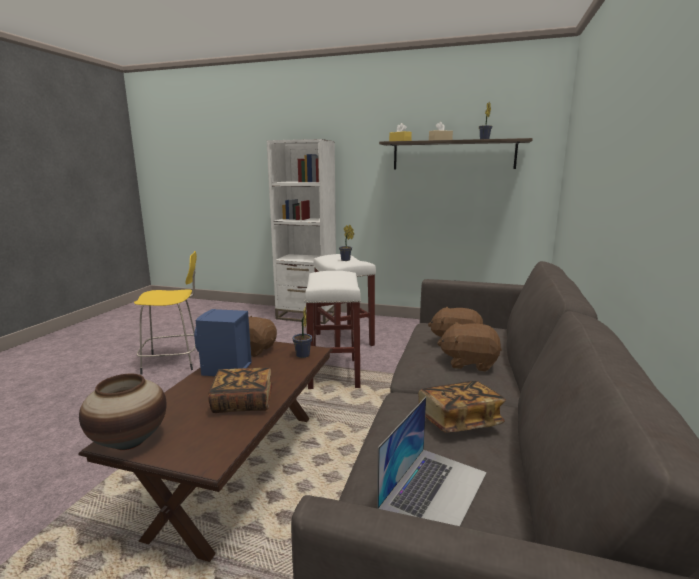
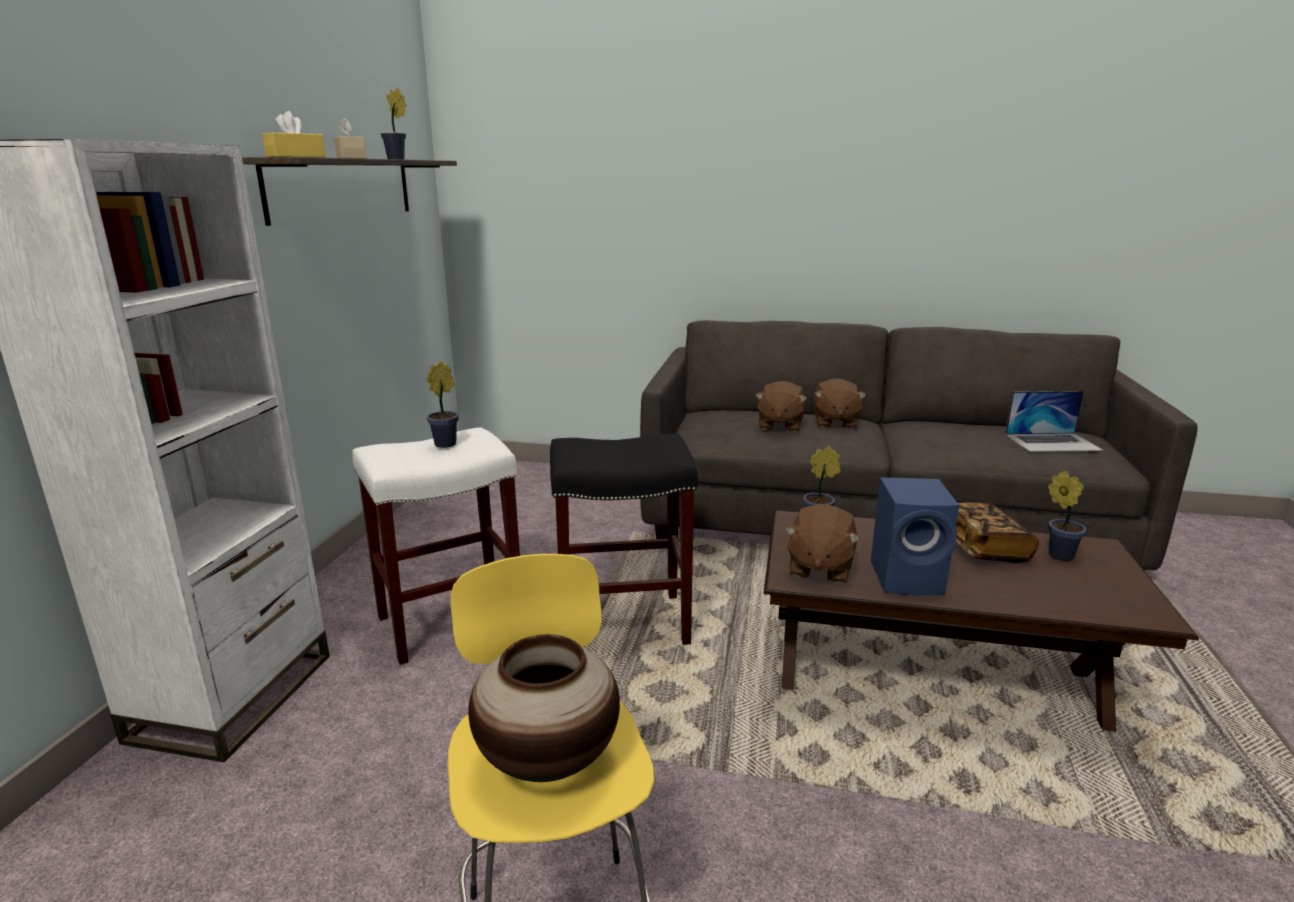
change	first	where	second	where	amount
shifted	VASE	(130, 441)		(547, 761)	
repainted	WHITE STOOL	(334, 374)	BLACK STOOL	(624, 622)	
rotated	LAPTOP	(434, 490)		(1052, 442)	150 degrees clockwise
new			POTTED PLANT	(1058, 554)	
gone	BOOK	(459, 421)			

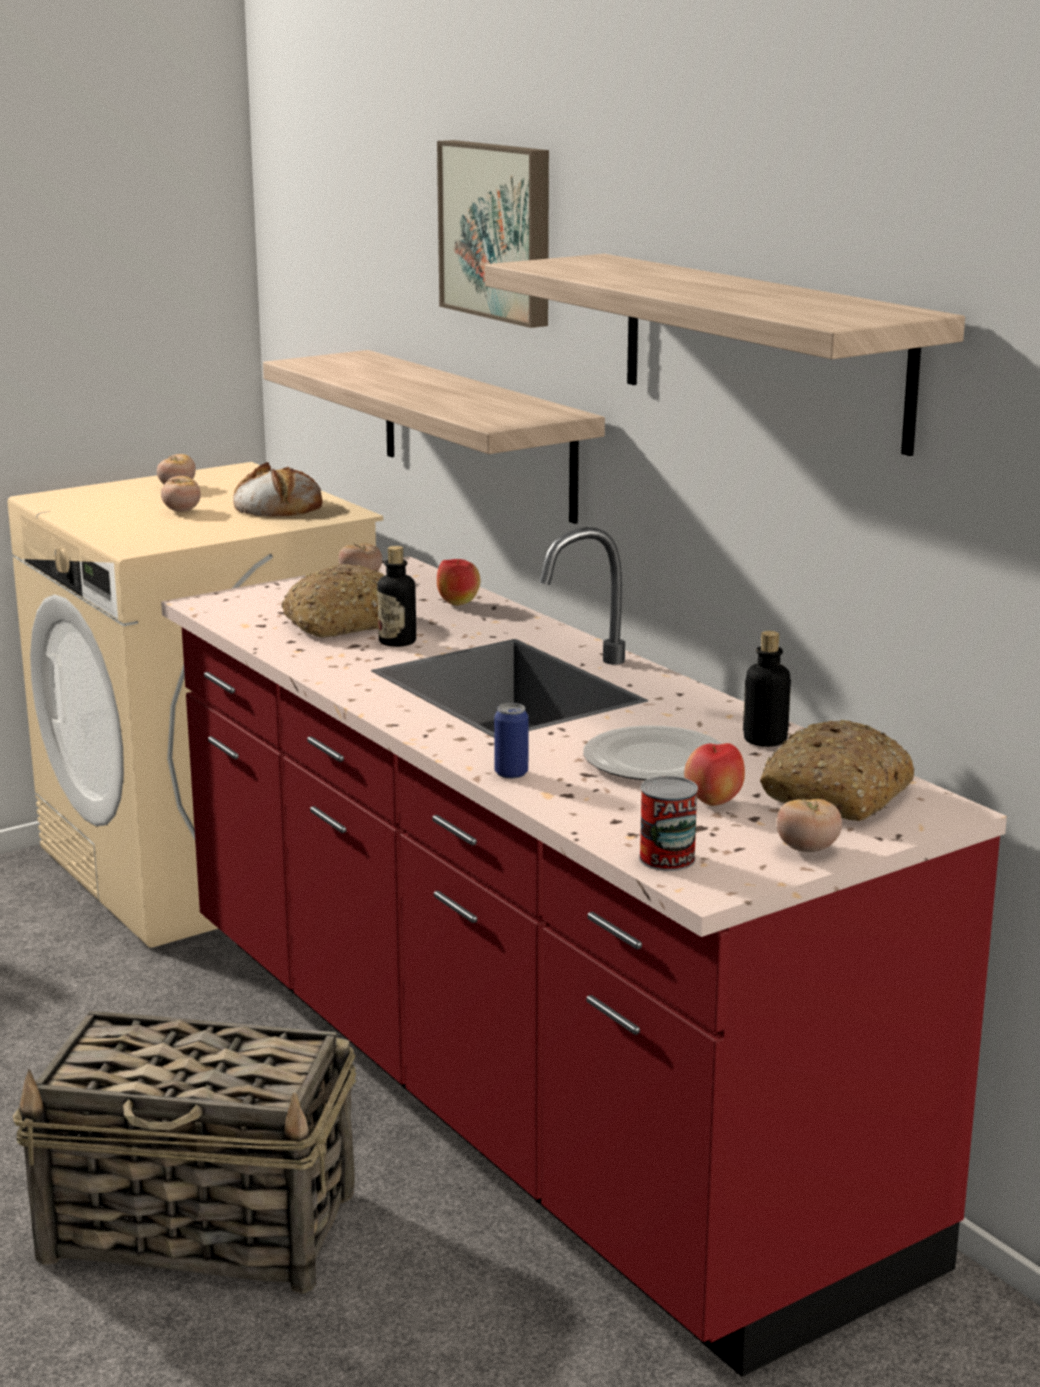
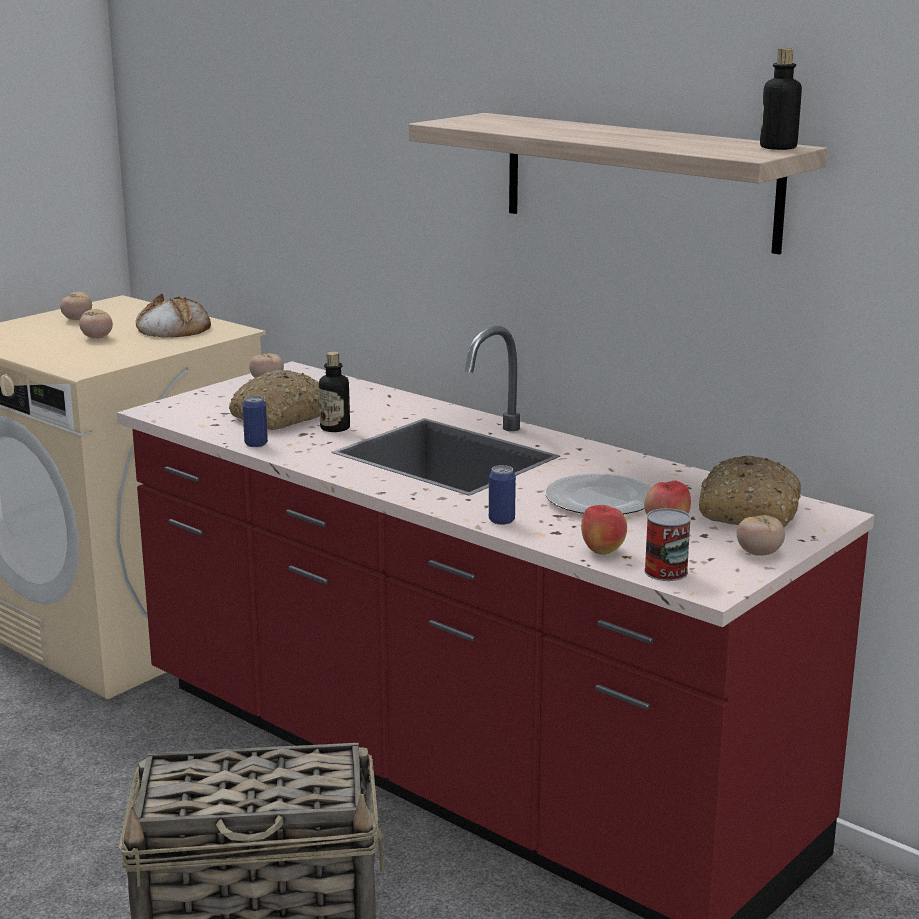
change	first	where	second	where	amount
new			CAN	(256, 444)	
shifted	APPLE	(458, 603)		(602, 551)	
shifted	BOTTLE	(765, 740)		(778, 147)	
gone	SHELF	(477, 434)			
gone	PICTURE	(500, 231)			

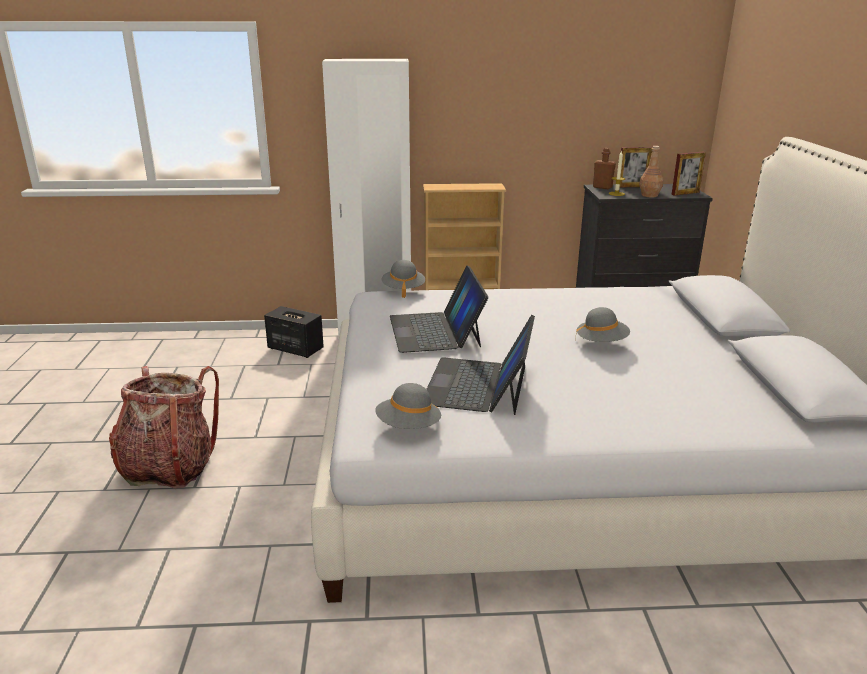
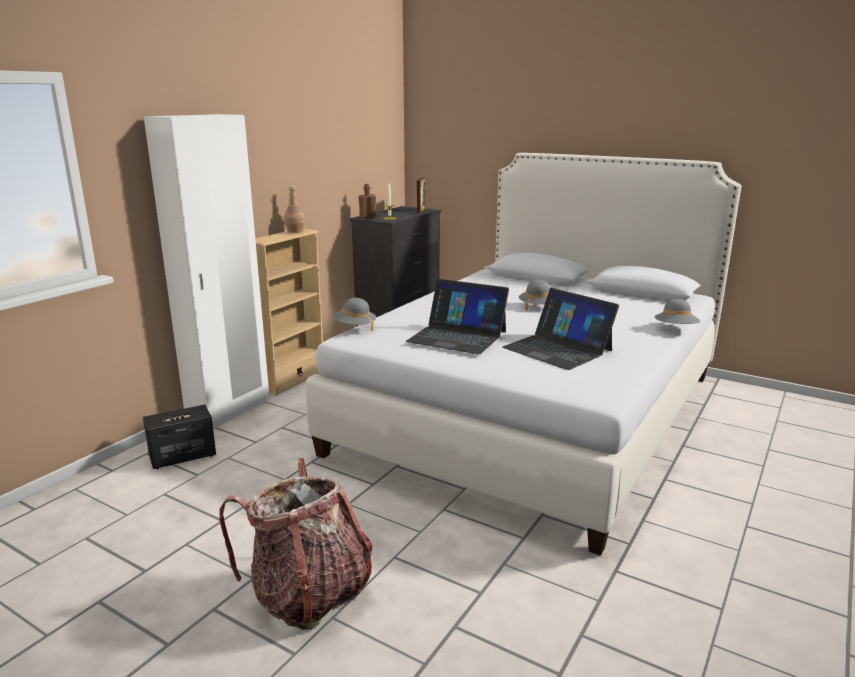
change	first	where	second	where	amount
shifted	BROWN BOTTLE	(649, 195)		(295, 231)	
shifted	GREY HAT	(408, 426)		(675, 329)	
gone	PICTURE FRAME	(632, 186)			

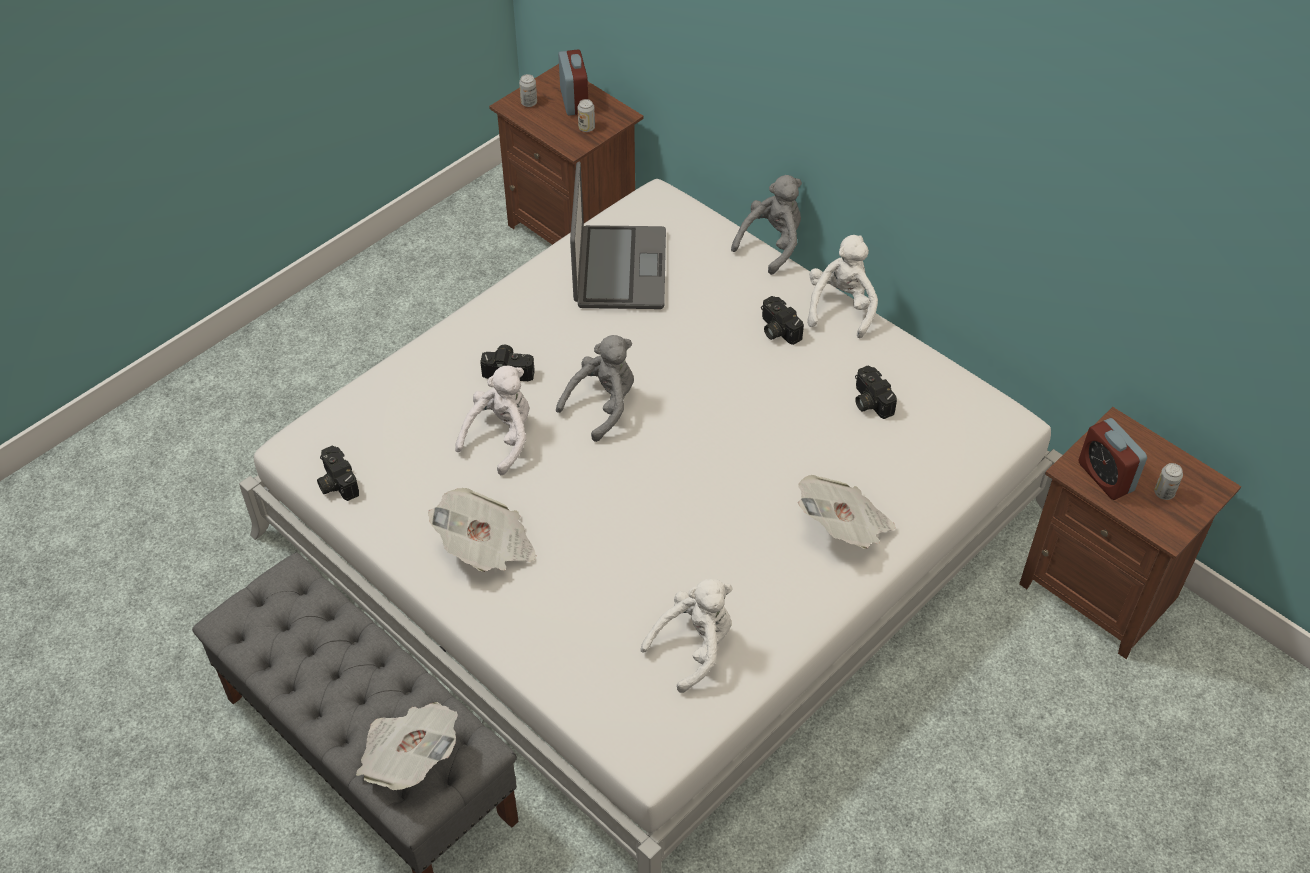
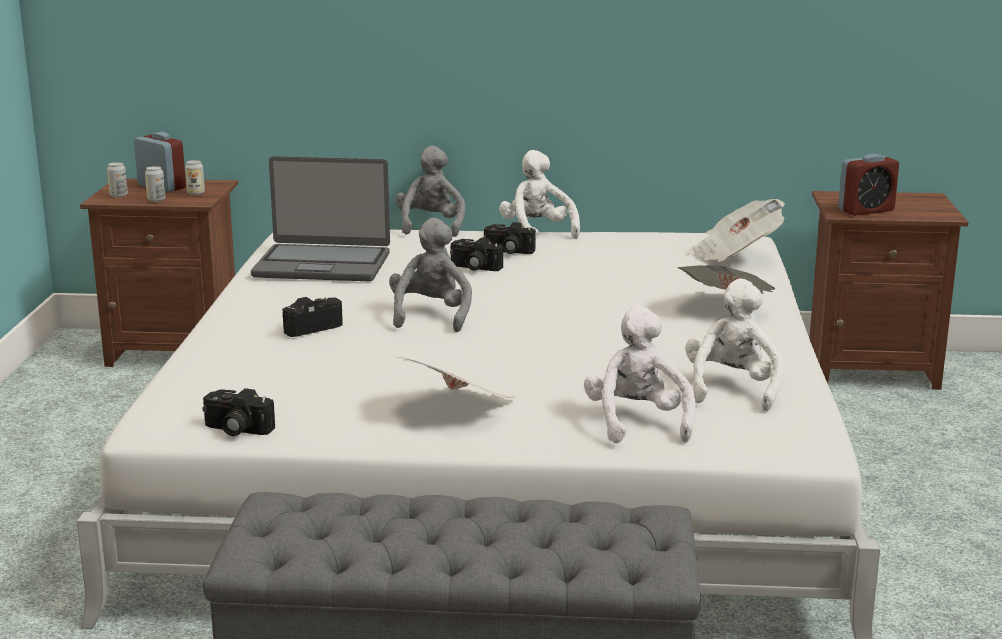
change	first	where	second	where	amount
shifted	CAN	(1164, 493)		(156, 200)	
rotated	LAPTOP	(619, 269)		(322, 265)	135 degrees clockwise
shifted	PHOTO CAMERA	(869, 401)		(474, 268)	
shifted	WHITE PLUSH TOY	(501, 437)		(637, 423)	
shifted	NEWSPAPER	(409, 757)		(734, 254)	
rotated	ALARM CLOCK	(1105, 477)		(866, 210)	45 degrees counterclockwise

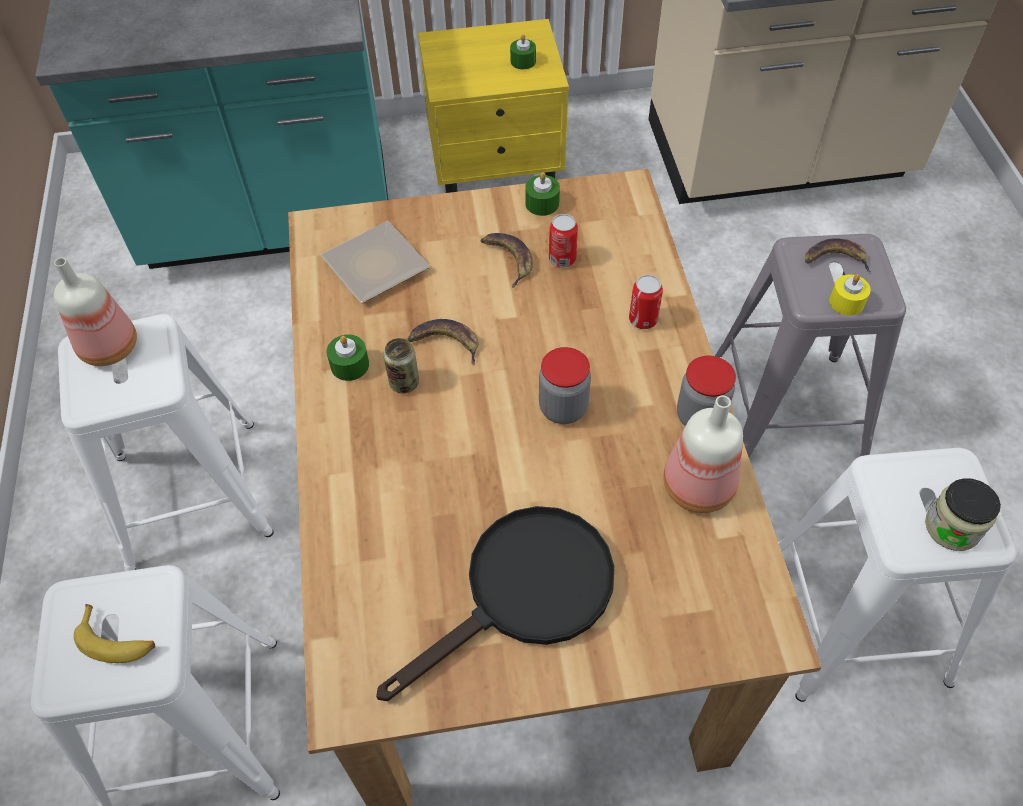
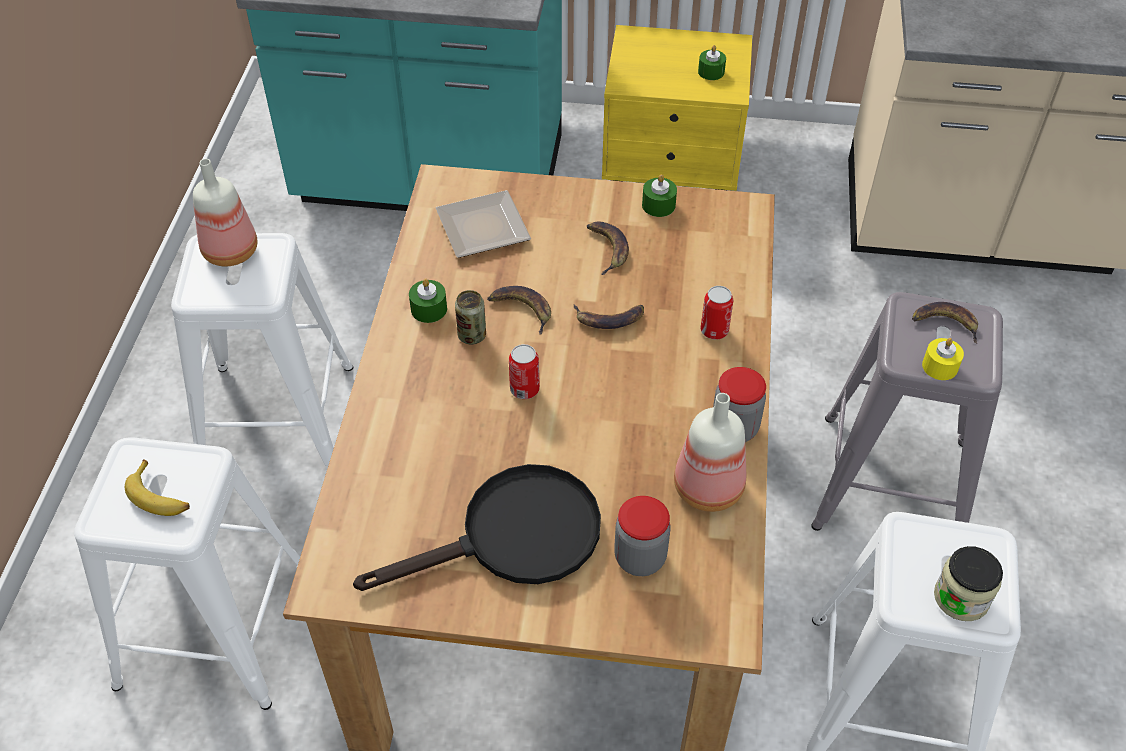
change	first	where	second	where	amount
shifted	CAN	(562, 259)		(524, 389)	
new			BANANA	(609, 319)	
shifted	JAR	(563, 408)		(640, 558)	

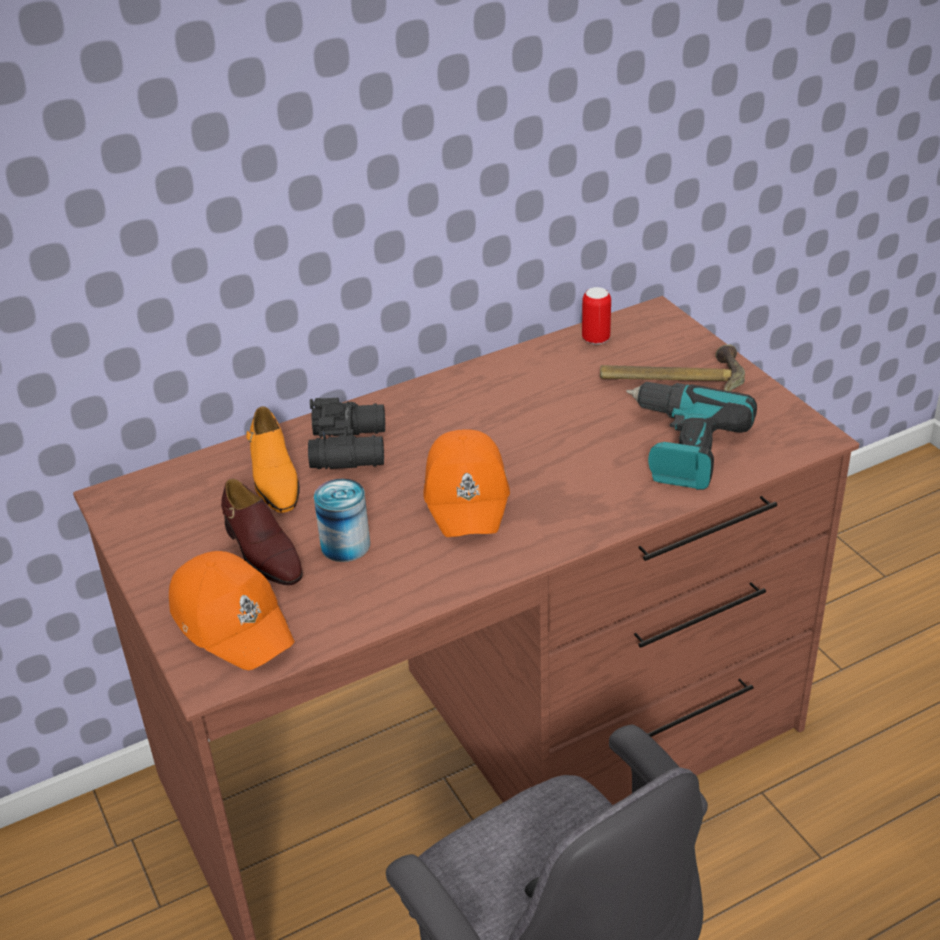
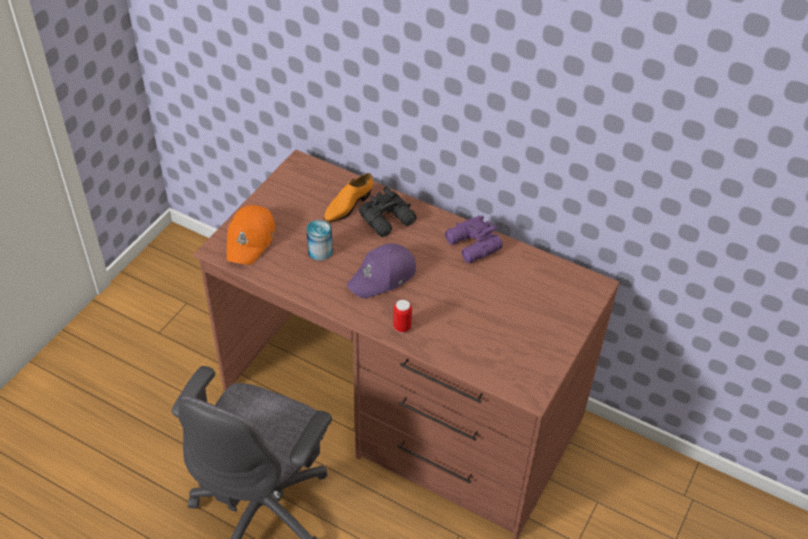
change	first	where	second	where	amount
repainted	ORANGE CAP	(468, 495)	PURPLE CAP	(383, 277)	
shifted	CAN	(596, 339)		(402, 327)	
new			PURPLE BINOCULARS	(472, 246)	
gone	BROWN SHOE	(262, 552)			
gone	HAMMER	(671, 378)			
gone	POWER DRILL	(680, 446)			

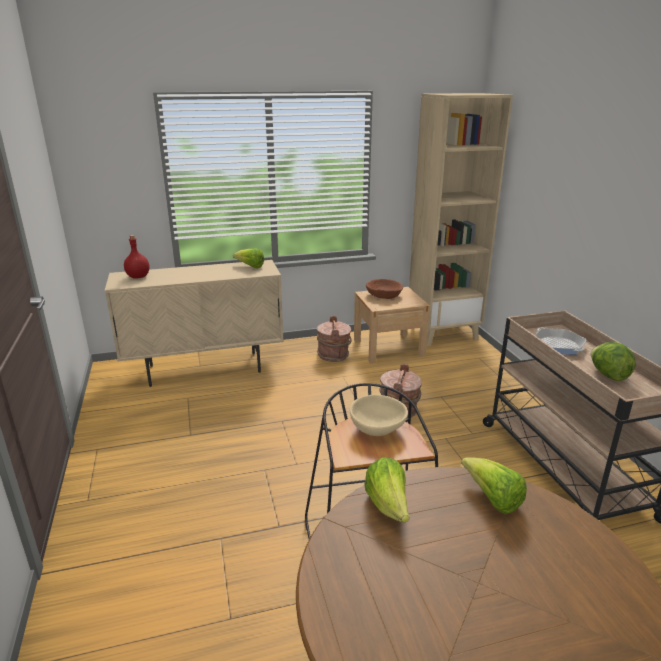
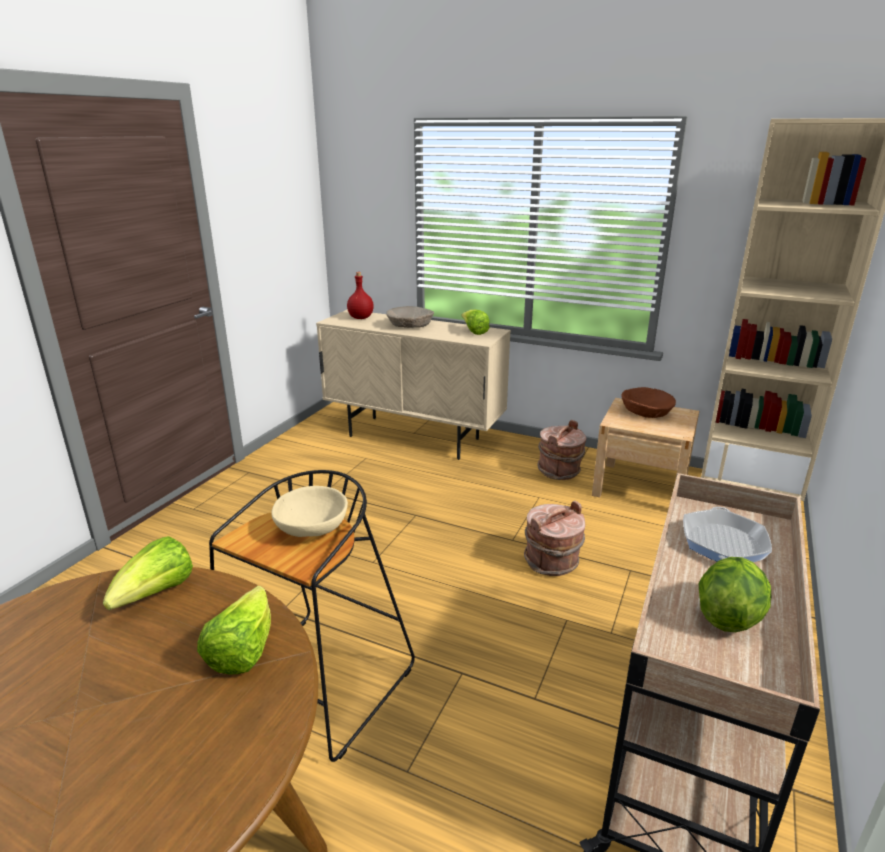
change	first	where	second	where	amount
new			BEIGE BOWL	(410, 325)	

